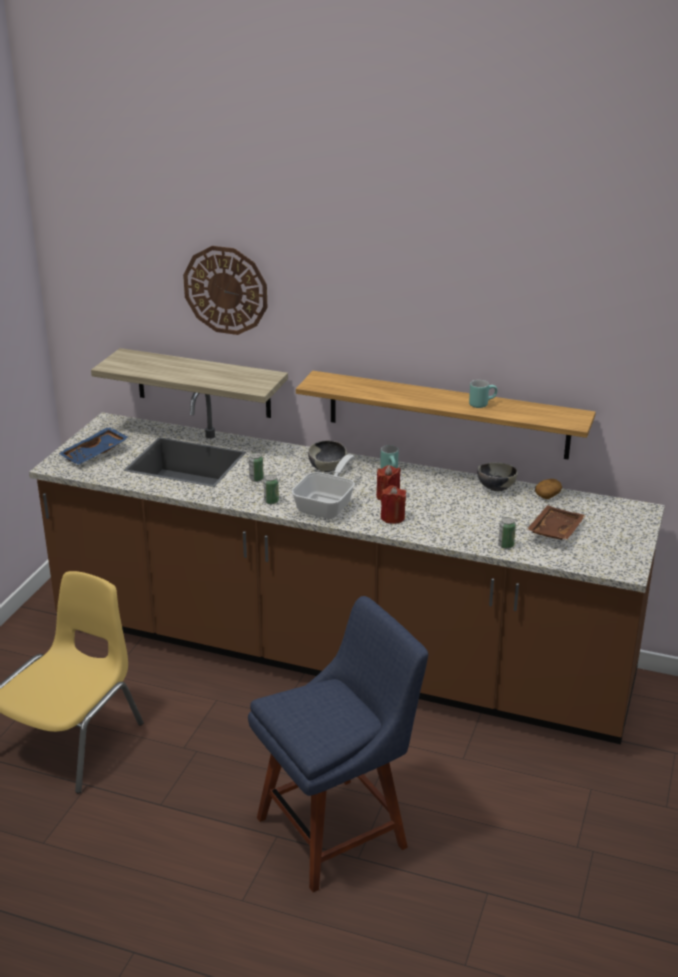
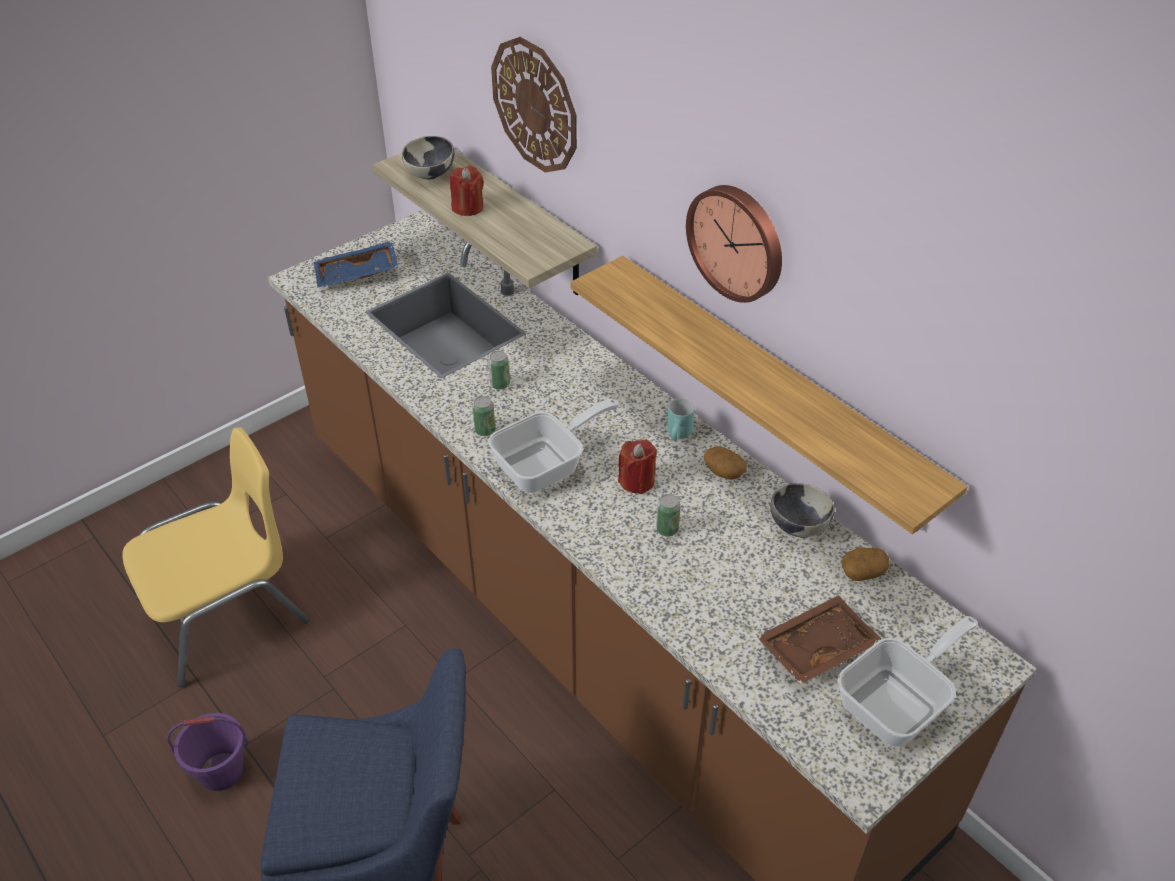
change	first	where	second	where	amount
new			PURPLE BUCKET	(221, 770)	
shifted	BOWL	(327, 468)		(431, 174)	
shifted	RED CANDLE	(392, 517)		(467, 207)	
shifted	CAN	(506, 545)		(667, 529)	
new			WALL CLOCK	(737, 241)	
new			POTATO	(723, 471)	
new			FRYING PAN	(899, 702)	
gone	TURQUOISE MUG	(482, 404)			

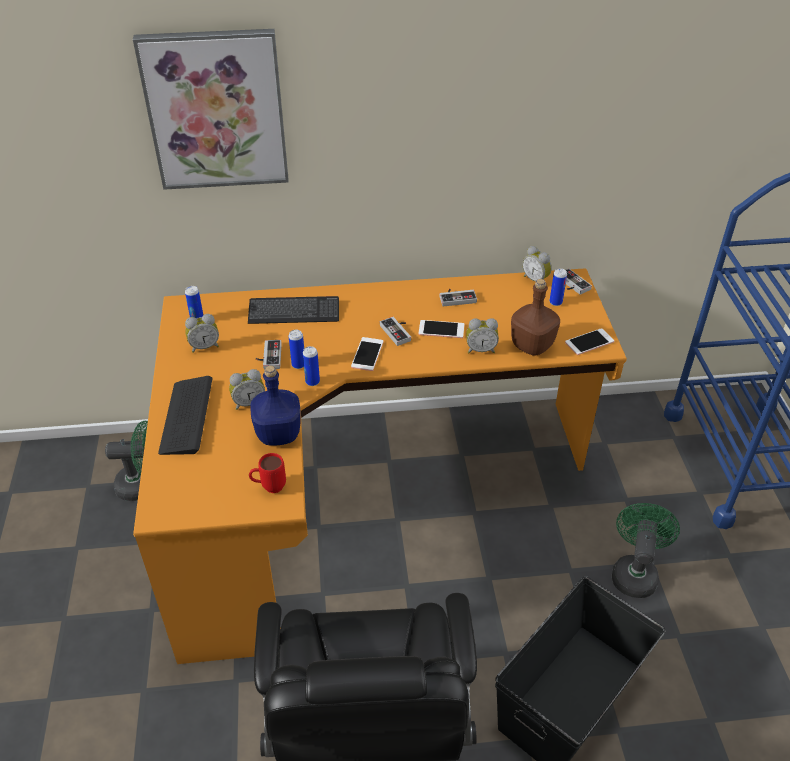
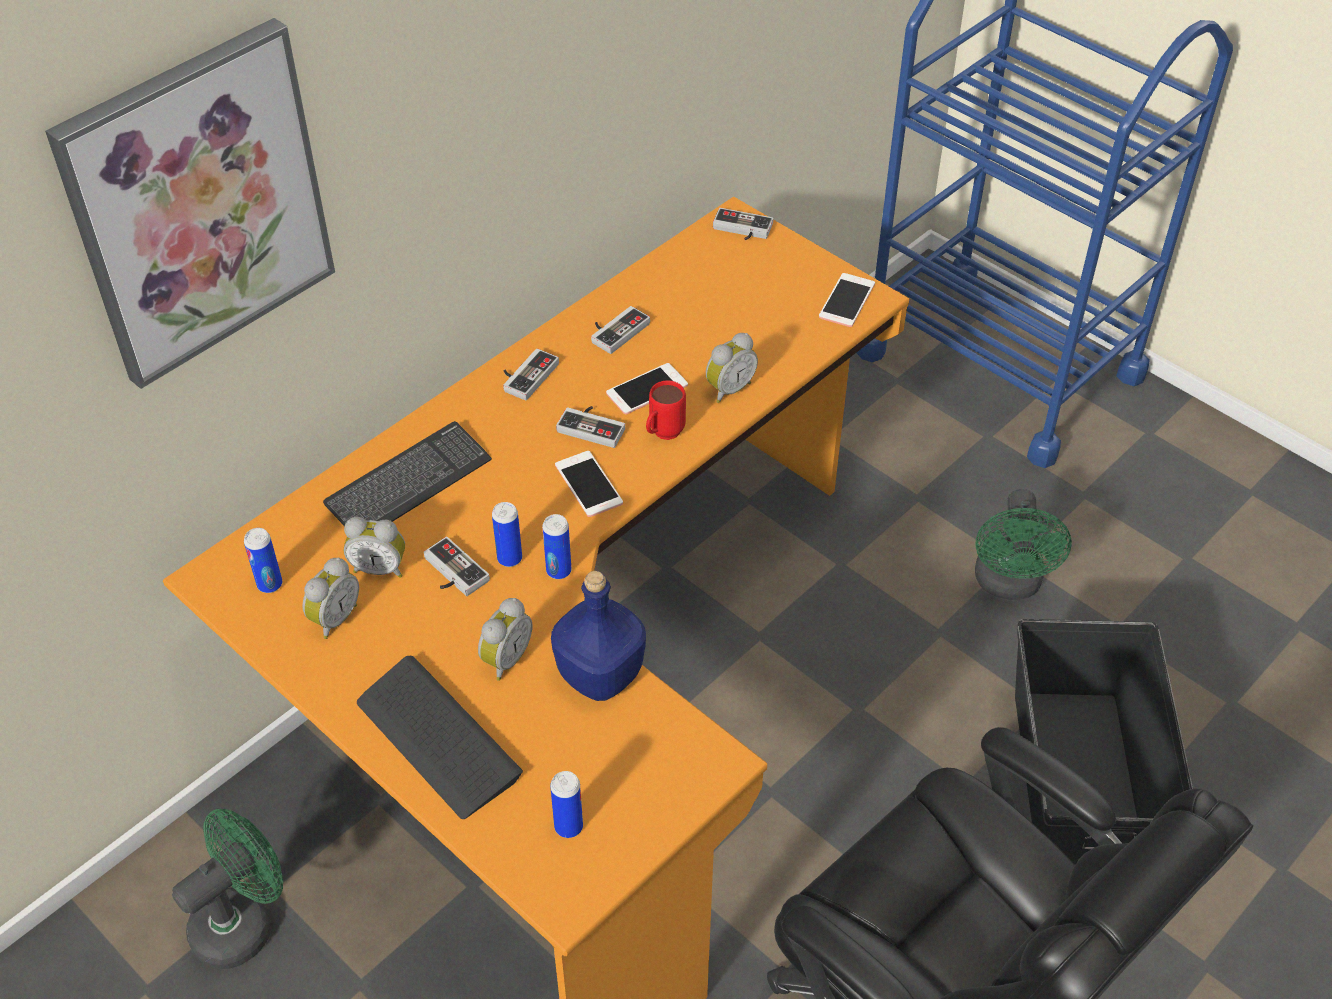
change	first	where	second	where	amount
shifted	ALARM CLOCK	(536, 280)		(380, 567)	
new			GAME CONTROLLER	(526, 375)	
shifted	CAN	(555, 302)		(568, 827)	
shifted	RED MUG	(269, 487)		(662, 435)	
rotated	GREEN FAN	(634, 572)		(1009, 584)	150 degrees counterclockwise
gone	BROWN BOTTLE	(532, 345)			

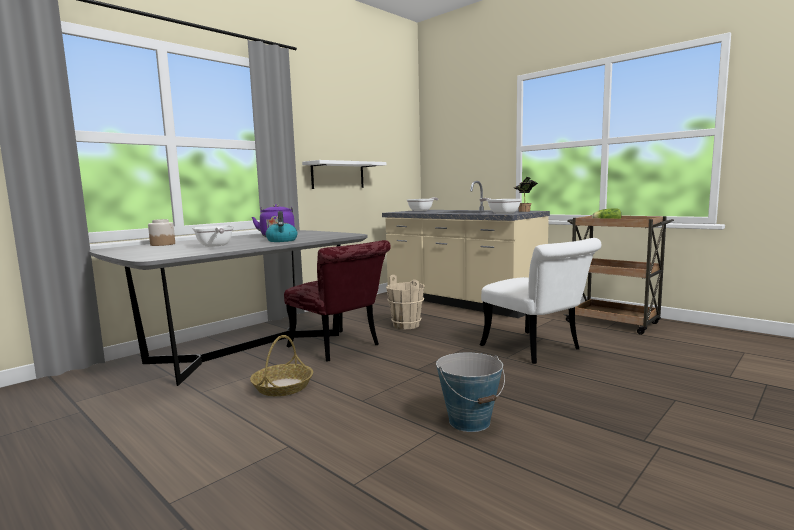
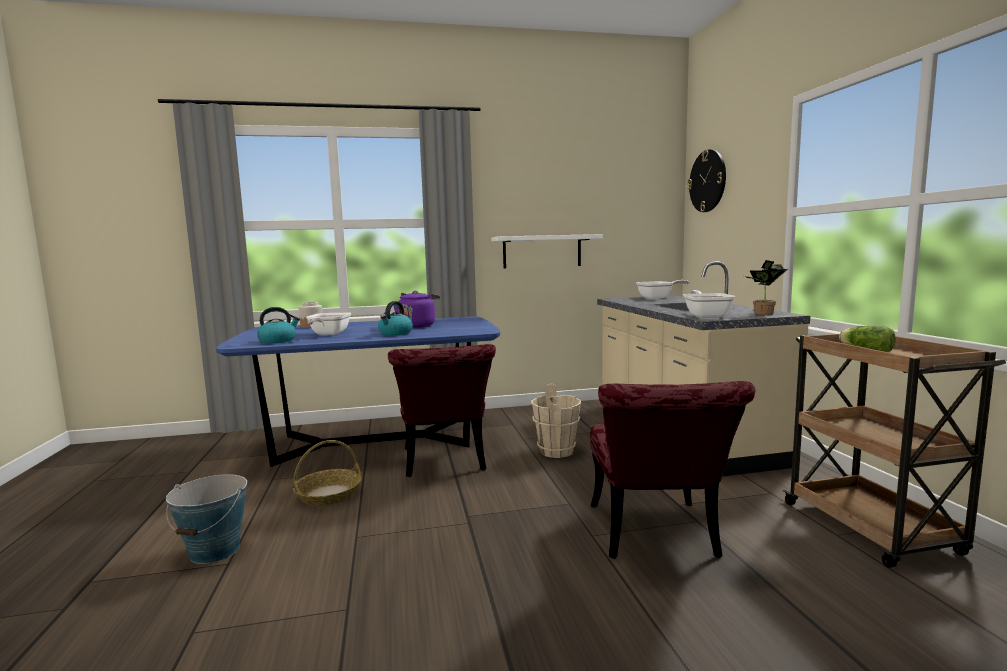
change	first	where	second	where	amount
shifted	BUCKET	(469, 421)		(215, 551)	
repainted	GREY DINING TABLE	(248, 349)	BLUE DINING TABLE	(374, 442)	
new			KETTLE	(278, 340)	
repainted	WHITE CHAIR	(538, 350)	RED CHAIR	(656, 538)	
new			WALL CLOCK	(707, 181)	

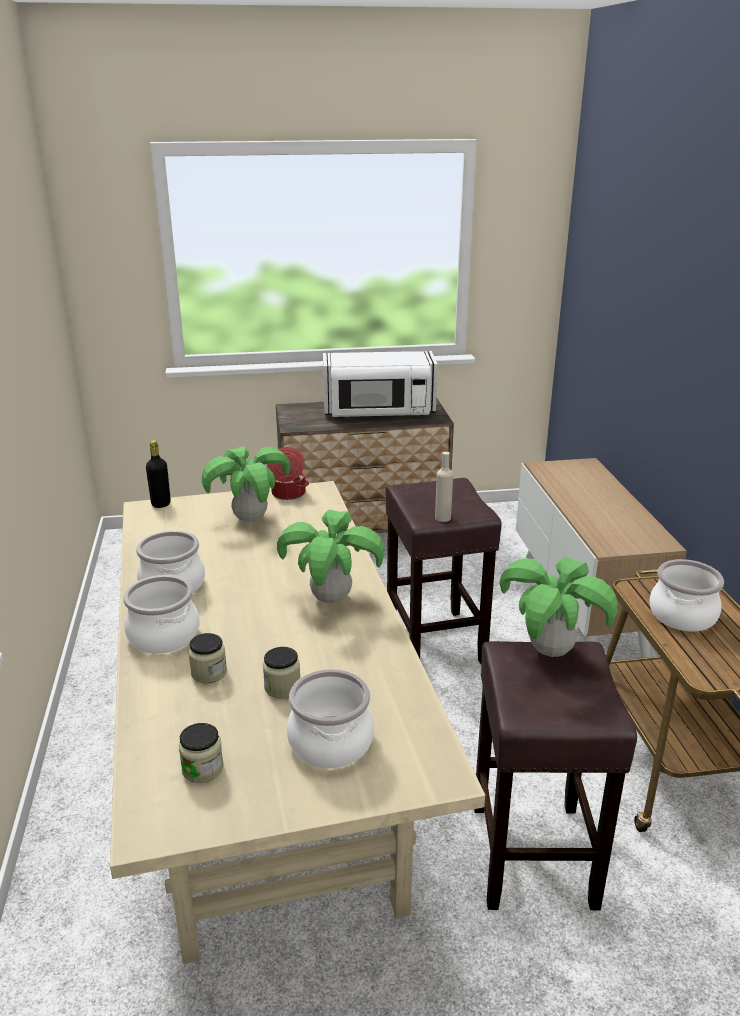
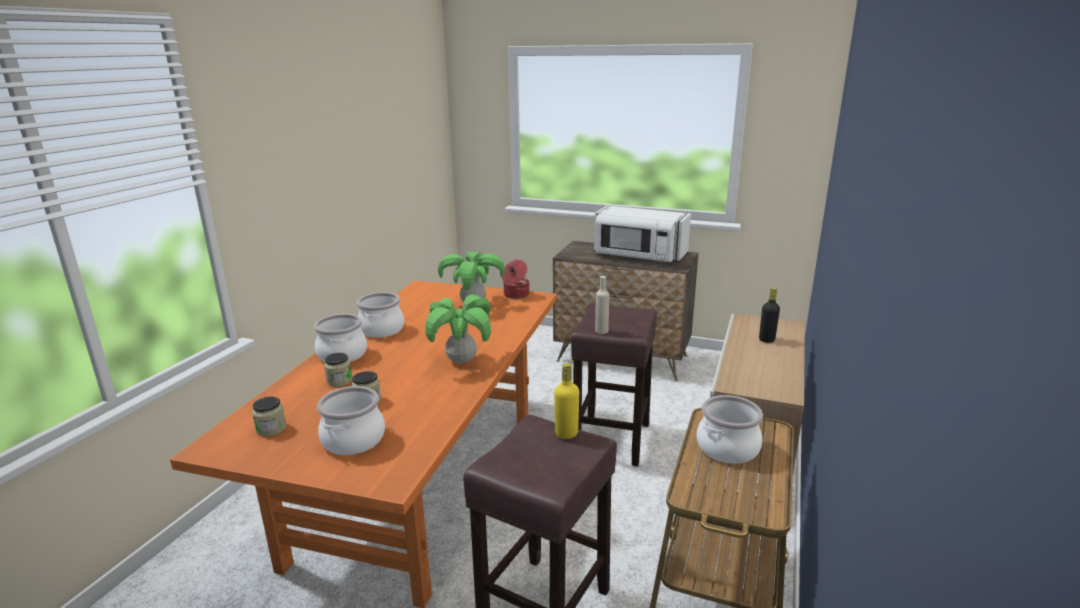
change	first	where	second	where	amount
repainted	BEIGE DINING TABLE	(268, 770)	ORANGE DINING TABLE	(423, 483)	
swapped	POTTED PLANT	(551, 651)	YELLOW BOTTLE	(566, 433)	
shifted	BLACK BOTTLE	(161, 504)		(766, 339)	

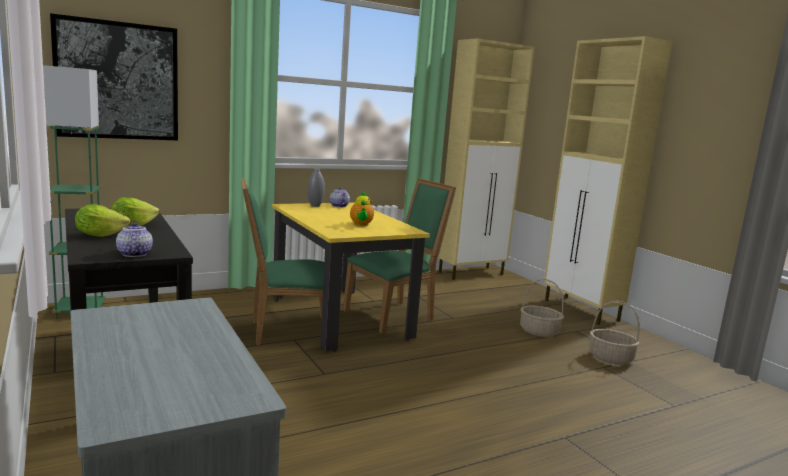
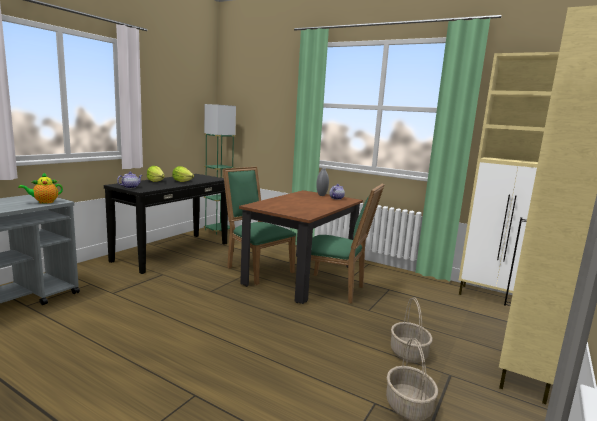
change	first	where	second	where	amount
shifted	TEAPOT	(361, 225)		(44, 202)	
repainted	YELLOW DINING TABLE	(339, 317)	BROWN DINING TABLE	(301, 276)	
gone	PICTURE	(117, 81)			

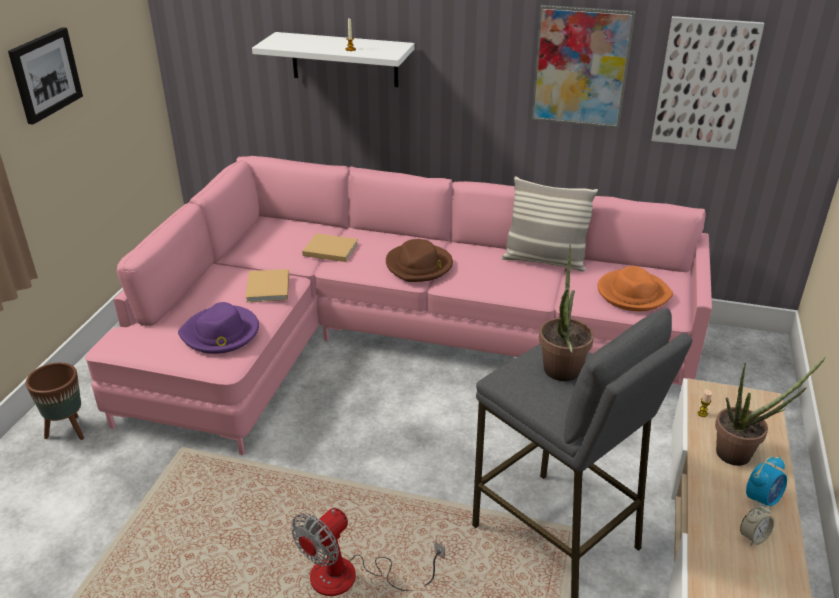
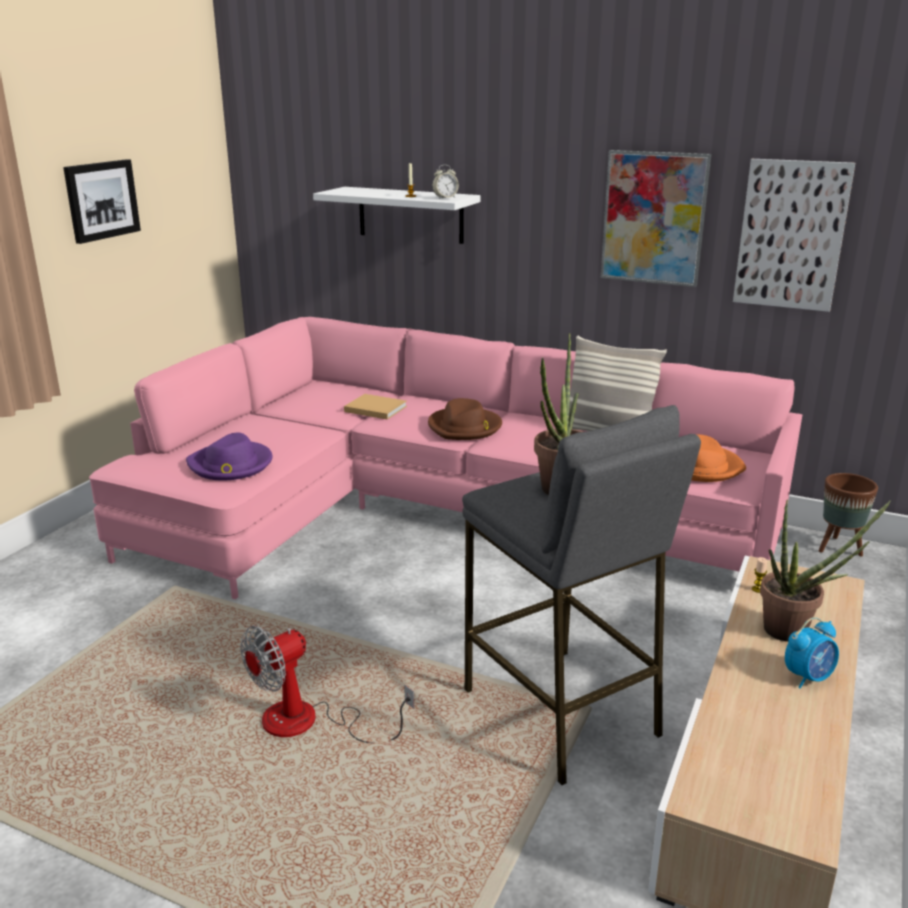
change	first	where	second	where	amount
shifted	ALARM CLOCK	(753, 537)		(445, 198)	
shifted	BROWN PLANTER	(69, 431)		(839, 548)	
gone	BEIGE BOOK	(268, 288)			

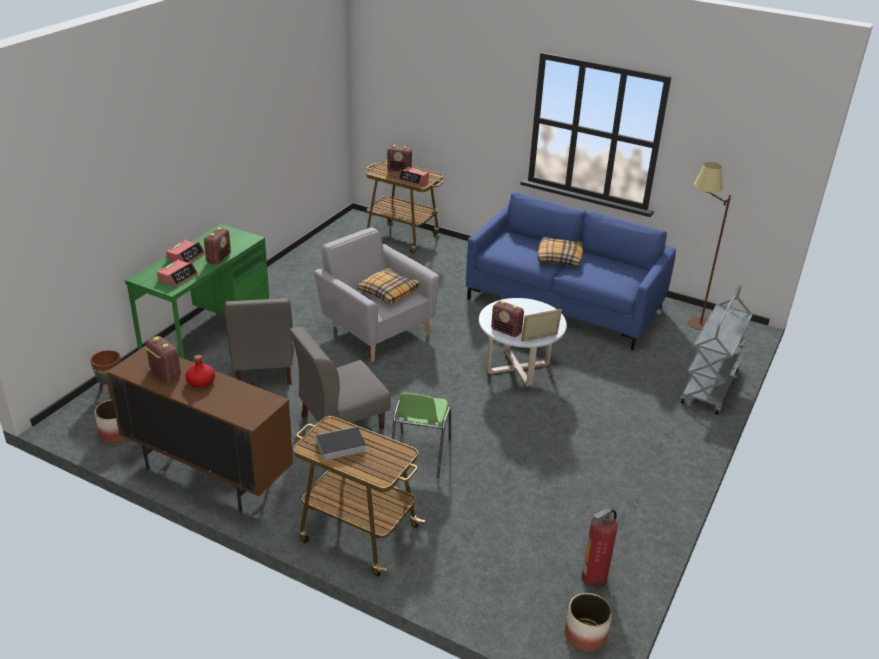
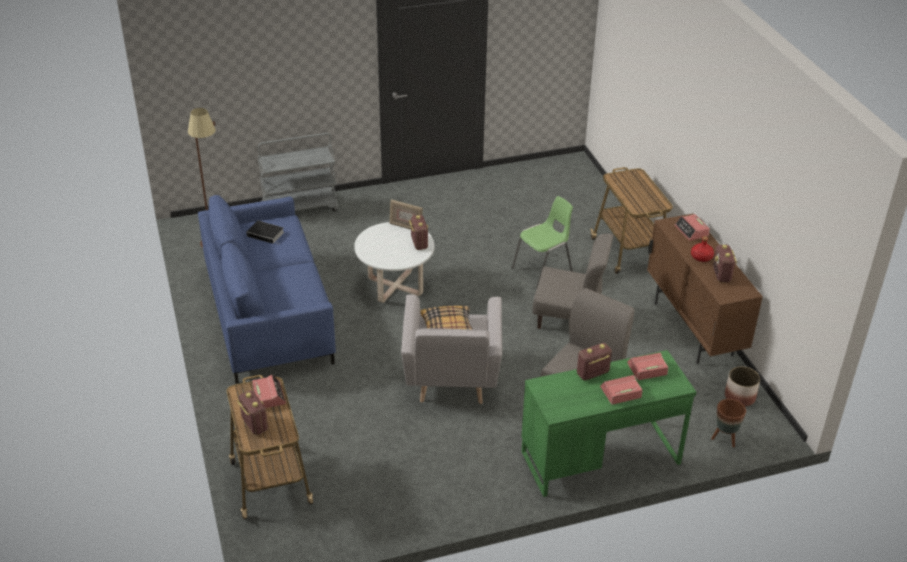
change	first	where	second	where	amount
shifted	BOOK	(339, 446)		(266, 234)	
new			ALARM CLOCK	(691, 231)	
gone	PILLOW	(559, 257)			
gone	PLANTER	(585, 635)			
gone	FIRE EXTINGUISHER	(594, 578)			

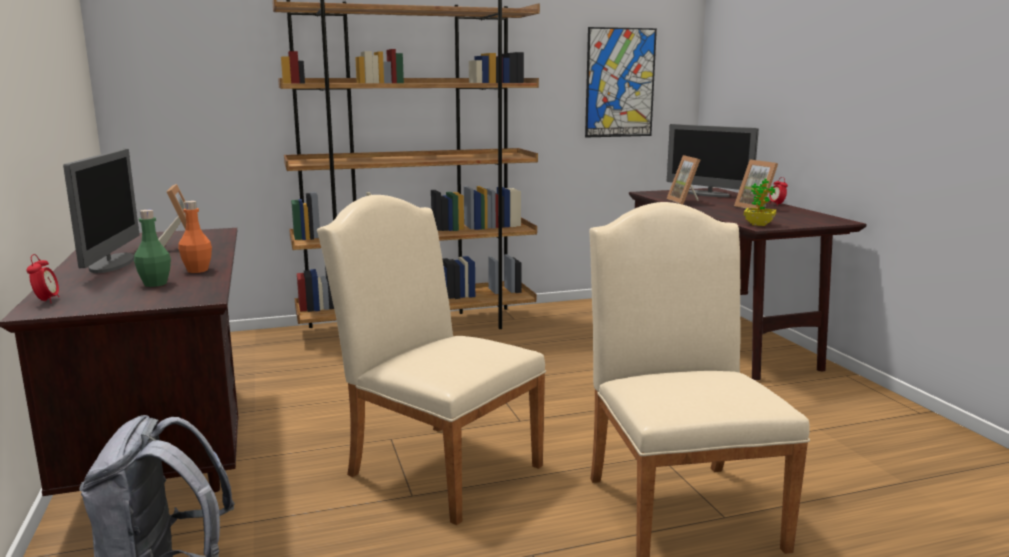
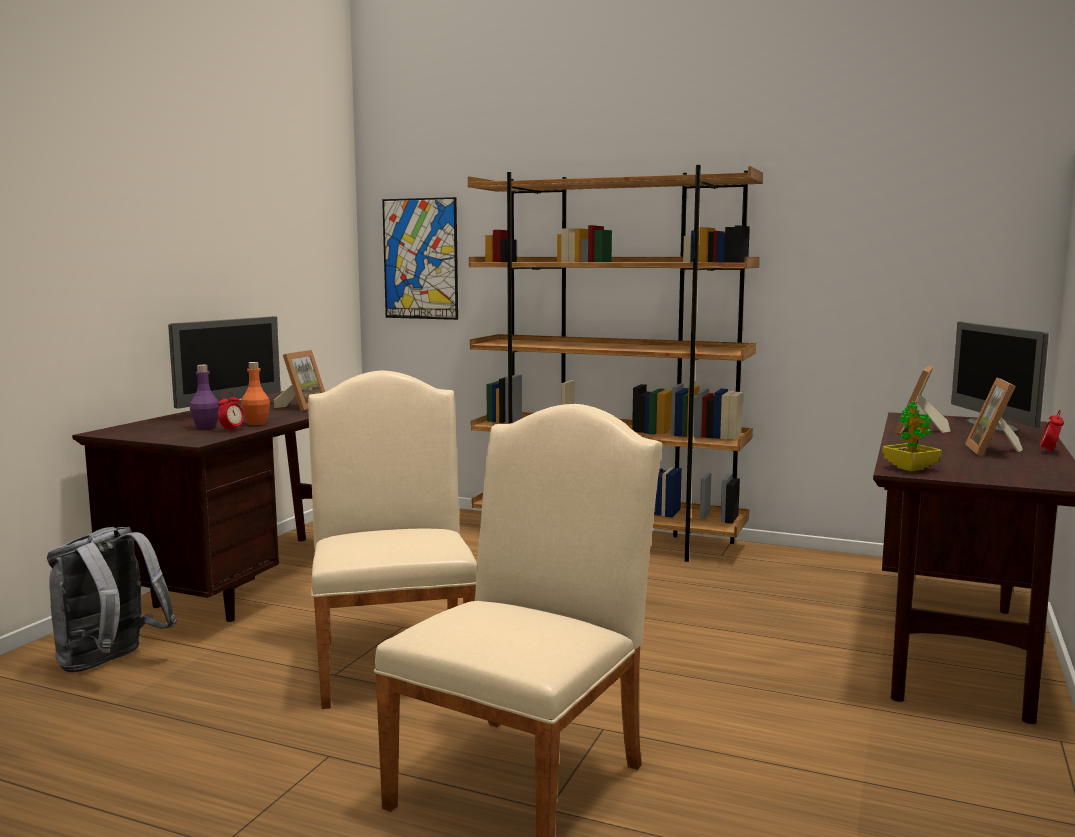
change	first	where	second	where	amount
repainted	GREEN BOTTLE	(155, 284)	PURPLE BOTTLE	(206, 428)	
shifted	ALARM CLOCK	(47, 301)		(232, 430)	
shifted	PICTURE	(620, 83)		(420, 259)	

